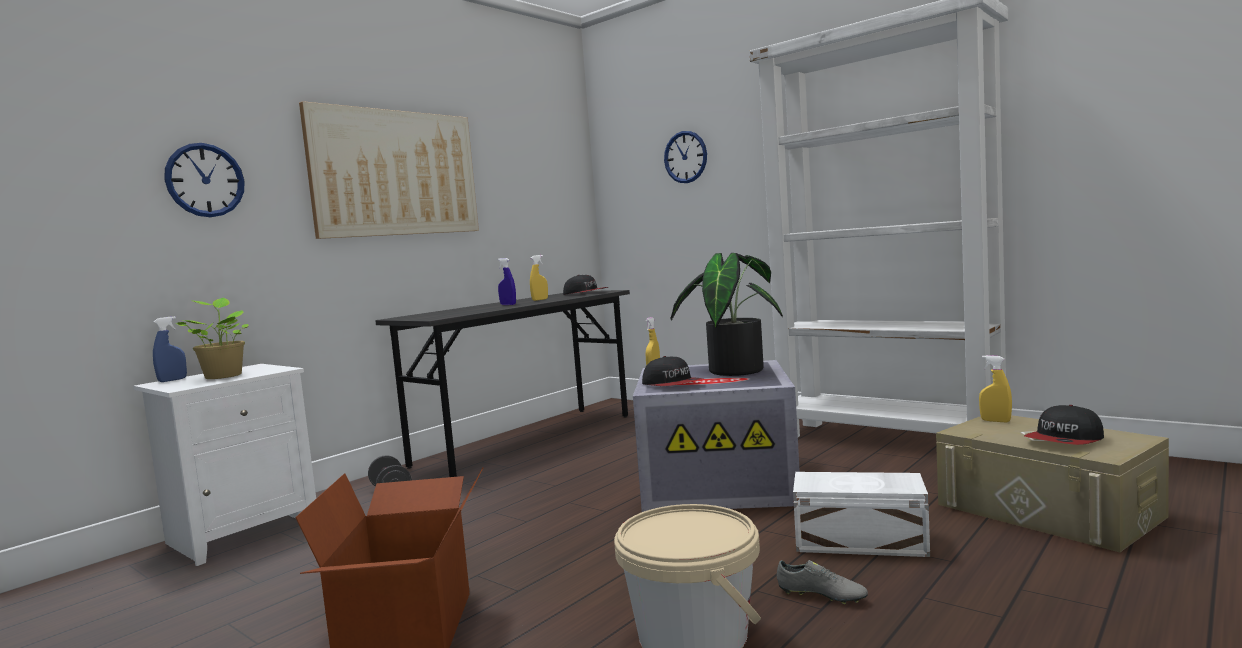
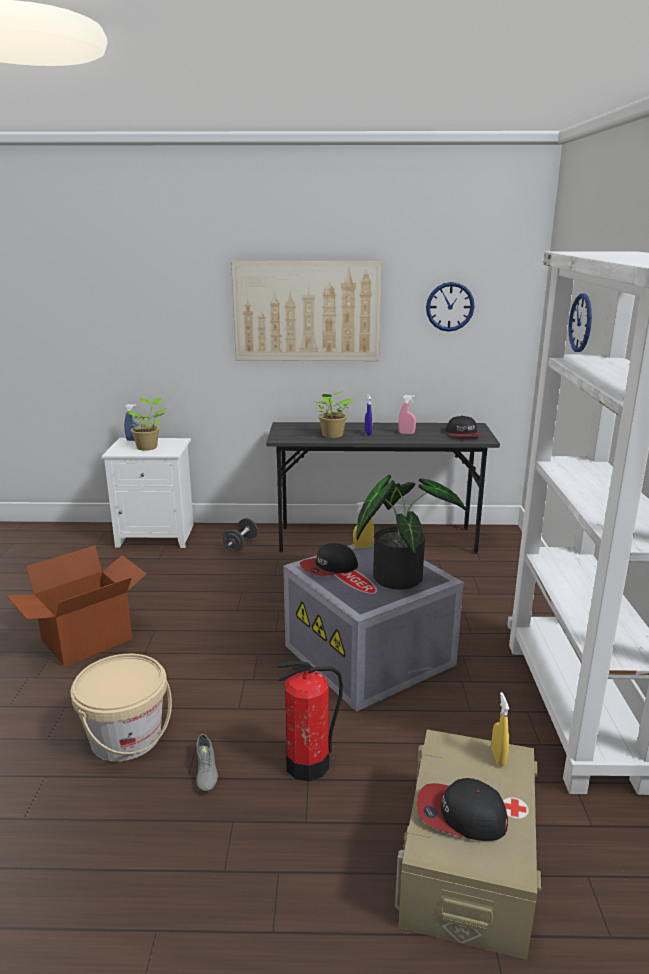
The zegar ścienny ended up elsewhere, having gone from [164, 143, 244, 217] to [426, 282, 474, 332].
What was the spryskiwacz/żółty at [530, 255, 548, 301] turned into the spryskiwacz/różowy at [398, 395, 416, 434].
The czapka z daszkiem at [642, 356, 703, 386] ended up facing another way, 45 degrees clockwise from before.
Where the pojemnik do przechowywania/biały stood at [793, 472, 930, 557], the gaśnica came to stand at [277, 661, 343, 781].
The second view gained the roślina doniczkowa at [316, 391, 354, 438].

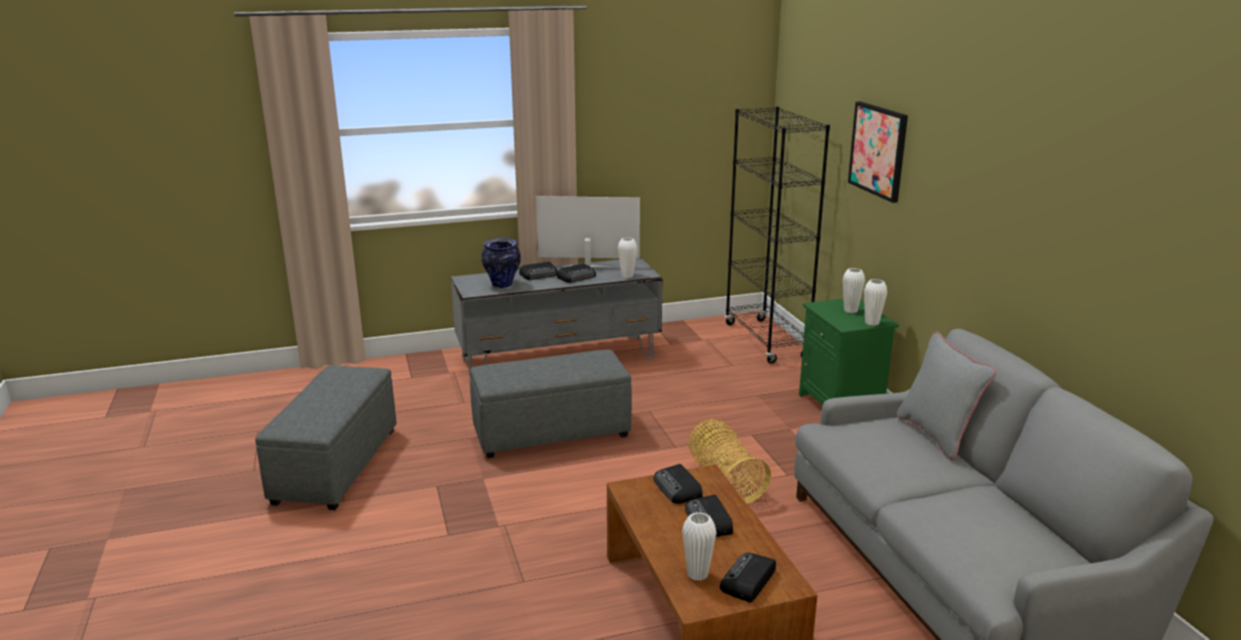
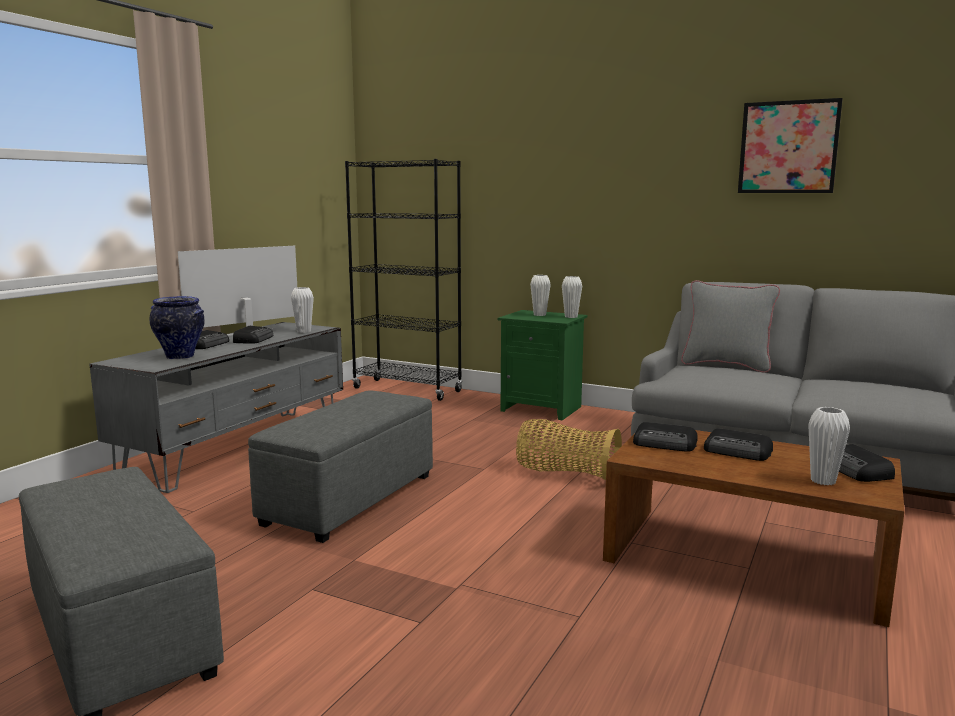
The obraz ended up elsewhere, having gone from [848, 101, 908, 203] to [738, 98, 843, 193].

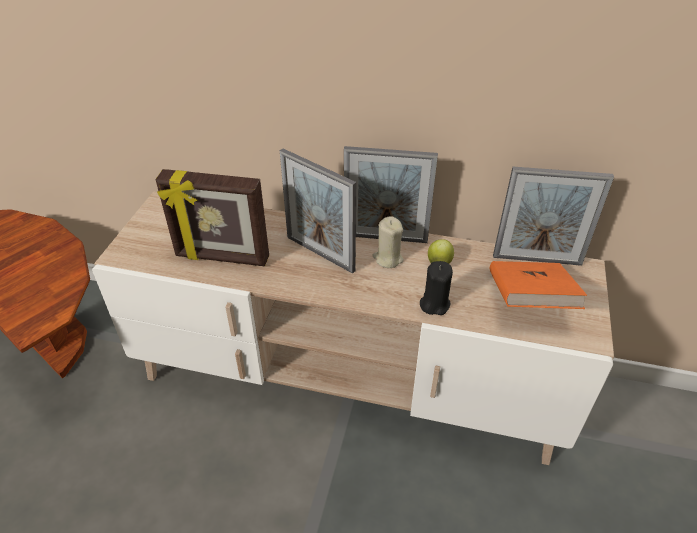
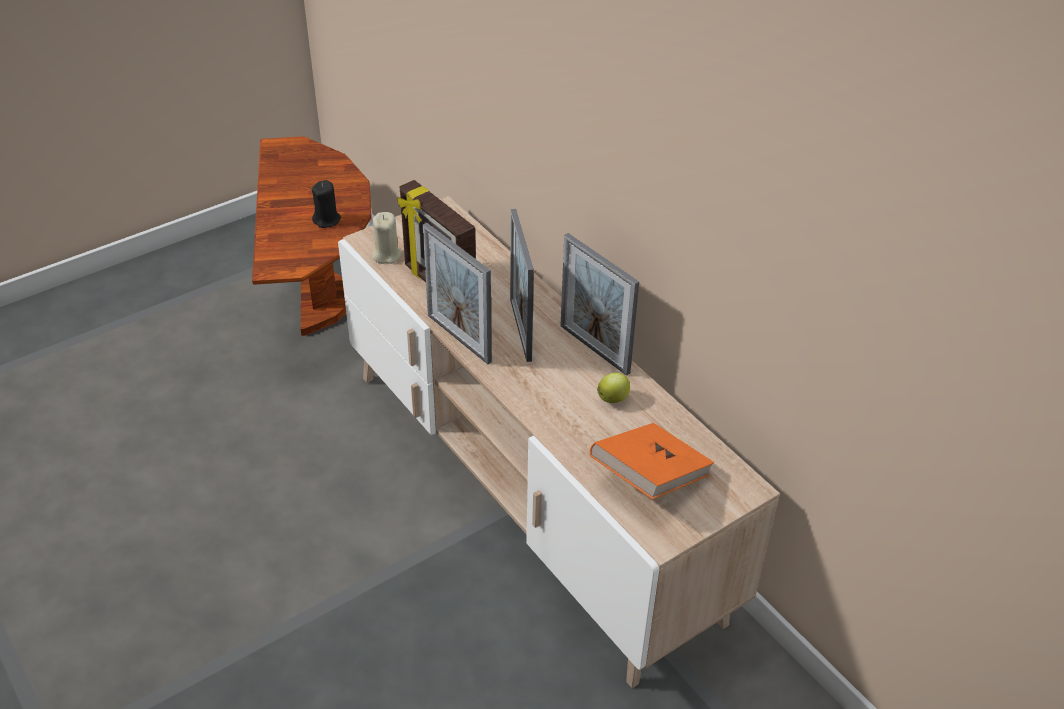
The świeca/beżowy ended up elsewhere, having gone from [373, 216, 404, 268] to [372, 212, 401, 264].
The świeca/czarny ended up elsewhere, having gone from [420, 261, 453, 315] to [312, 180, 341, 228].
The ramka na zdjęcie ended up elsewhere, having gone from [493, 167, 614, 266] to [423, 223, 492, 364].

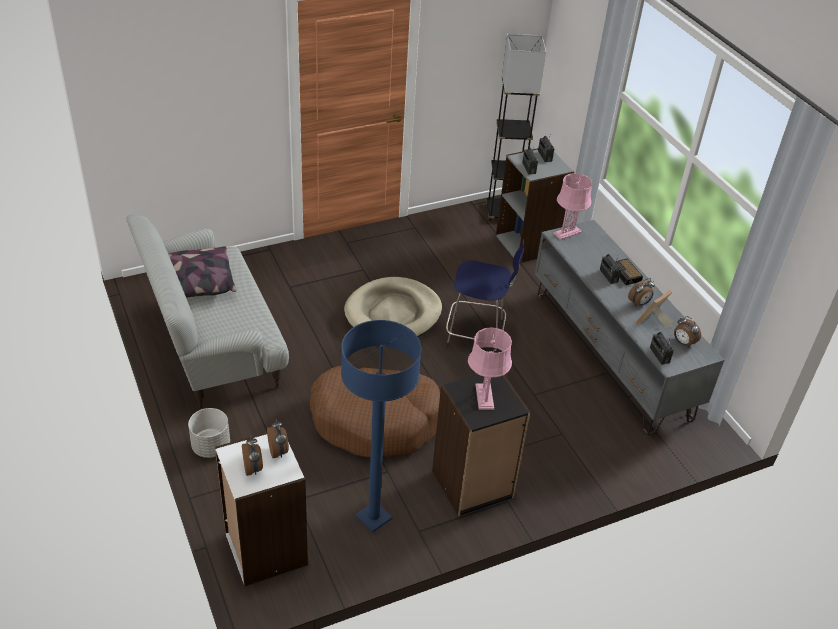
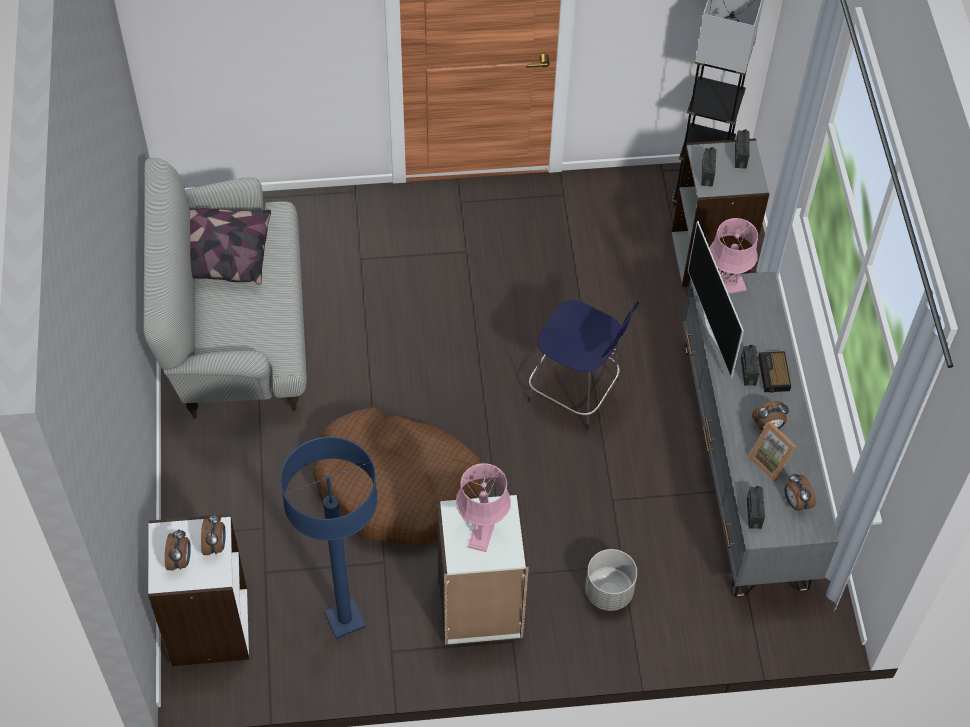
The donica/szary ended up elsewhere, having gone from [188, 408, 230, 458] to [585, 549, 637, 611].
The second view lost the legowisko/beżowy at [344, 277, 442, 337].
What was the regał/czarny at [432, 375, 530, 516] turned into the regał/biały at [437, 494, 529, 645].
The ramka na zdjęcie at [637, 290, 673, 328] ended up facing another way, 105 degrees counterclockwise from before.
The second view gained the telewizor at [688, 221, 744, 378].

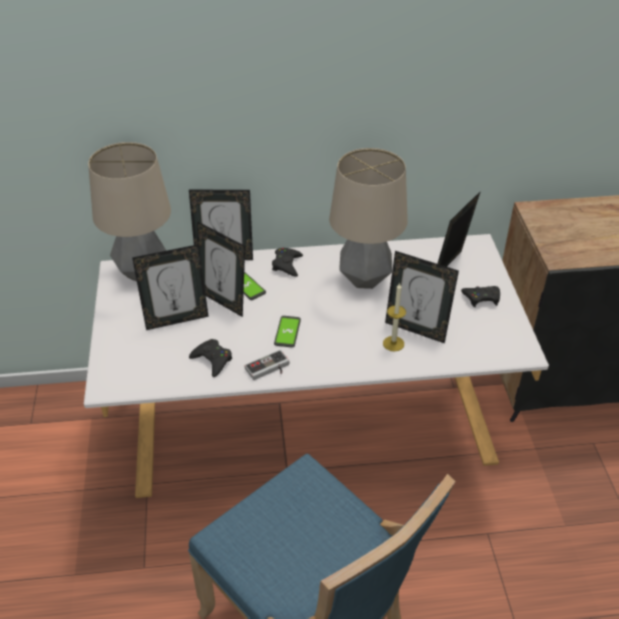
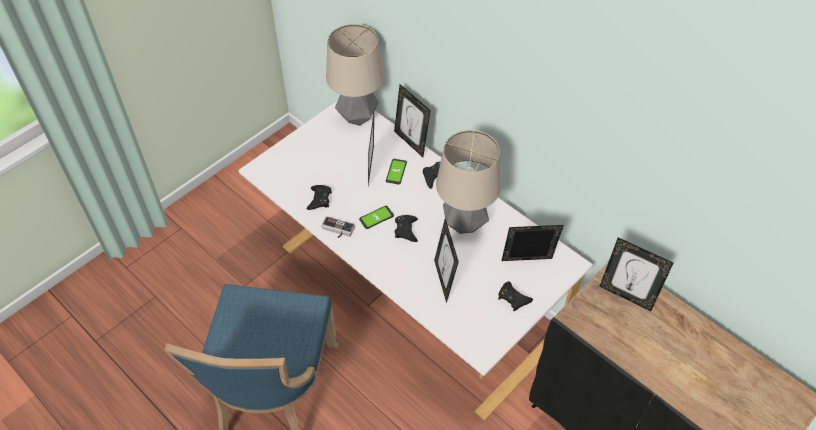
The ramka na zdjęcie ended up elsewhere, having gone from [132, 244, 209, 330] to [599, 237, 673, 311].
The second view lost the świeca at [383, 282, 406, 352].
The second view gained the pad do gier/czarny at [395, 215, 418, 242].

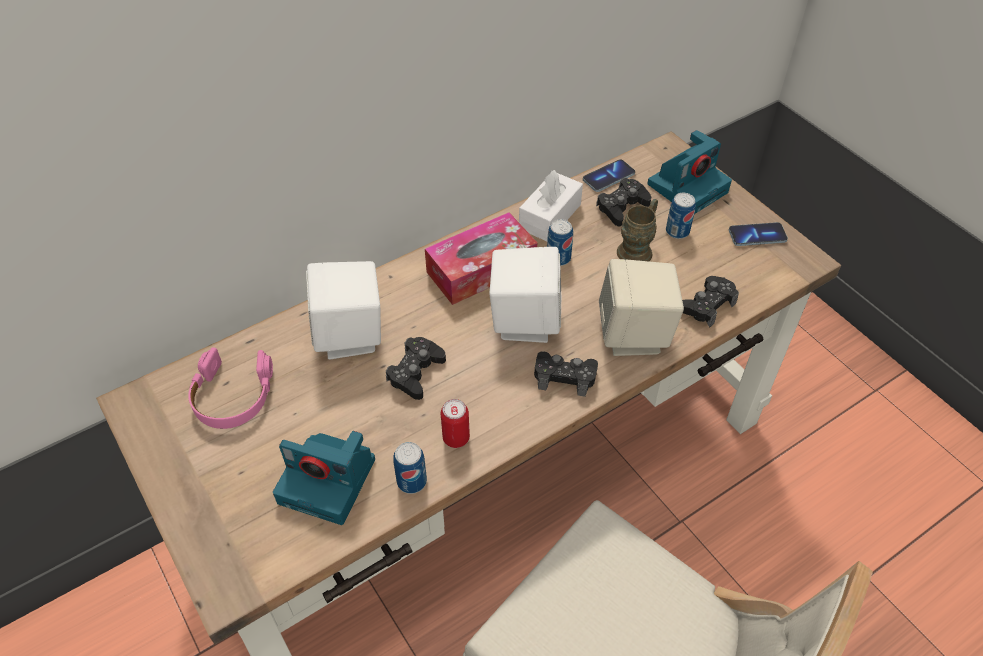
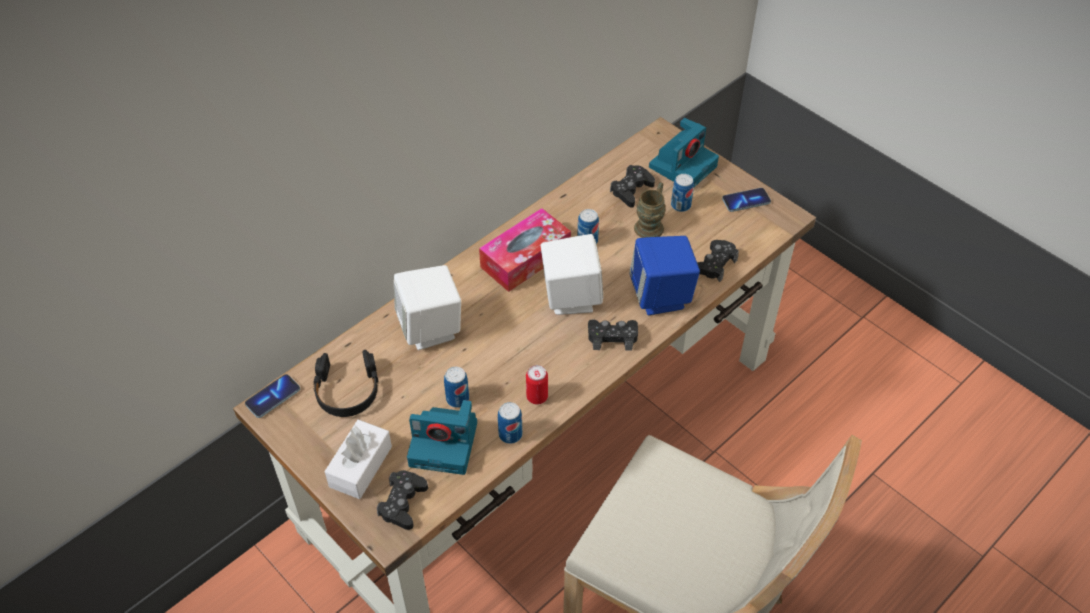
What was the słuchawki/różowy at [188, 347, 273, 429] turned into the słuchawki/czarny at [313, 350, 379, 417].
The pad do gier/czarny ended up elsewhere, having gone from [386, 337, 446, 400] to [377, 470, 428, 530].
The pudełko chusteczek/biały ended up elsewhere, having gone from [519, 170, 583, 241] to [324, 419, 392, 499].
The telefon ended up elsewhere, having gone from [583, 159, 635, 192] to [245, 374, 300, 418].
What was the głośnik/beżowy at [599, 259, 684, 356] turned into the głośnik/niebieski at [629, 236, 700, 315].
The second view gained the puszka at [444, 367, 469, 408].

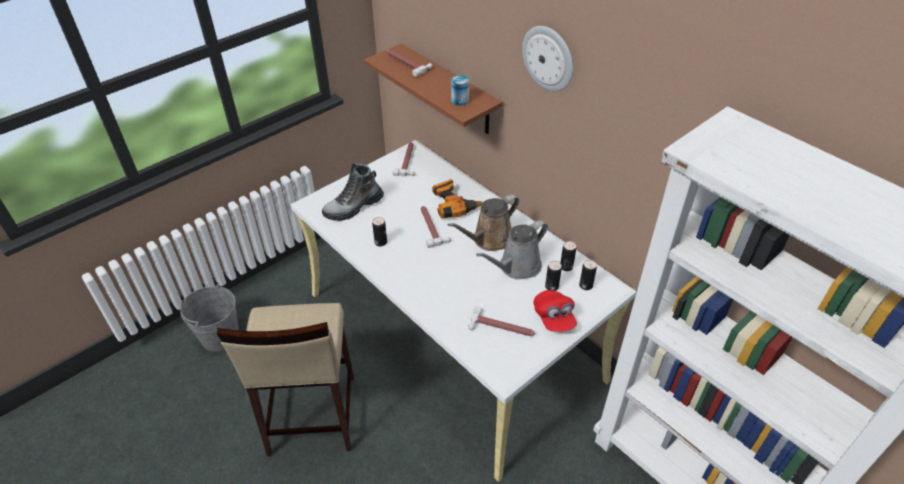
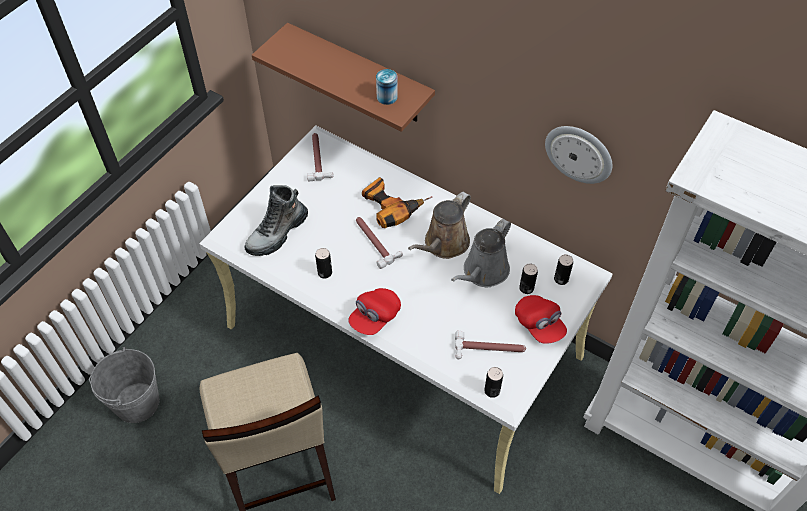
The second view lost the młotek at [387, 49, 433, 77].
The zegar ścienny ended up elsewhere, having gone from [522, 26, 573, 92] to [545, 126, 612, 184].
The puszka ended up elsewhere, having gone from [560, 241, 576, 271] to [484, 367, 503, 398].
The second view gained the czapka z daszkiem/czerwony at [348, 288, 401, 335].

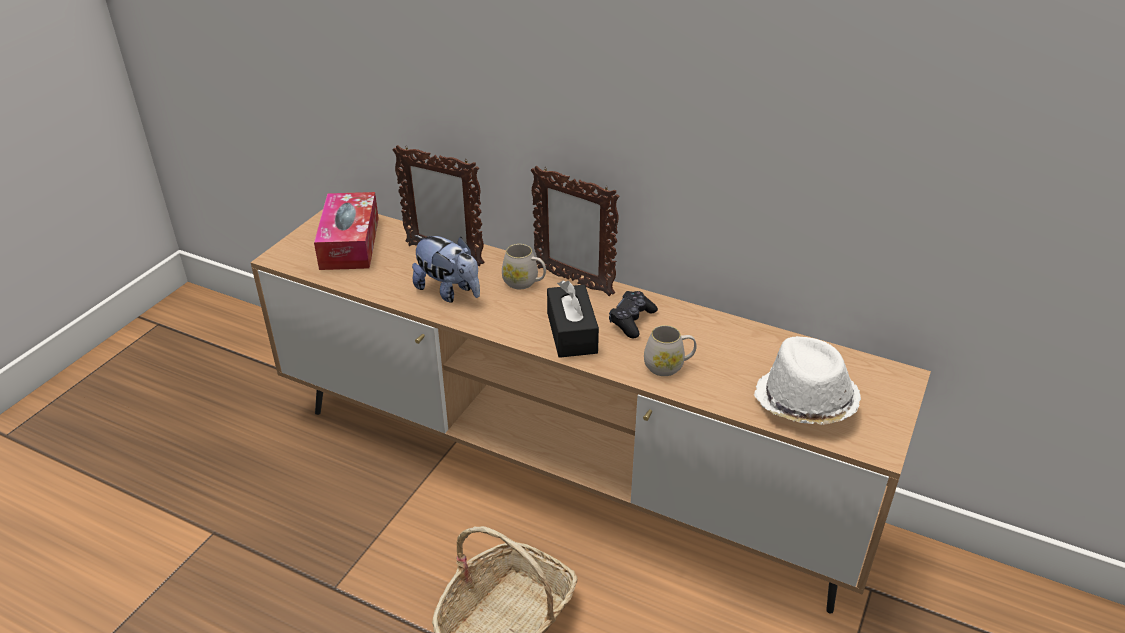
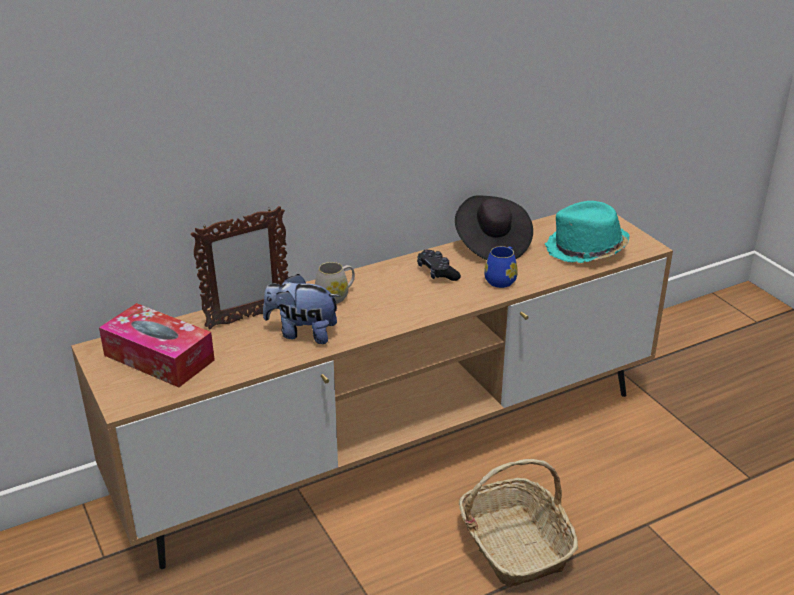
The pluszak at [412, 235, 480, 302] ended up facing another way, 150 degrees counterclockwise from before.
The second view lost the ramka na zdjęcie at [531, 166, 620, 296].
The second view lost the pudełko chusteczek/czarny at [547, 281, 599, 358].
What was the kubek/biały at [644, 325, 697, 376] turned into the kubek/niebieski at [484, 246, 518, 288].
What was the kapelusz/biały at [754, 336, 861, 425] turned into the kapelusz/turkusowy at [545, 201, 629, 263].
The second view gained the kapelusz/czarny at [455, 195, 533, 260].

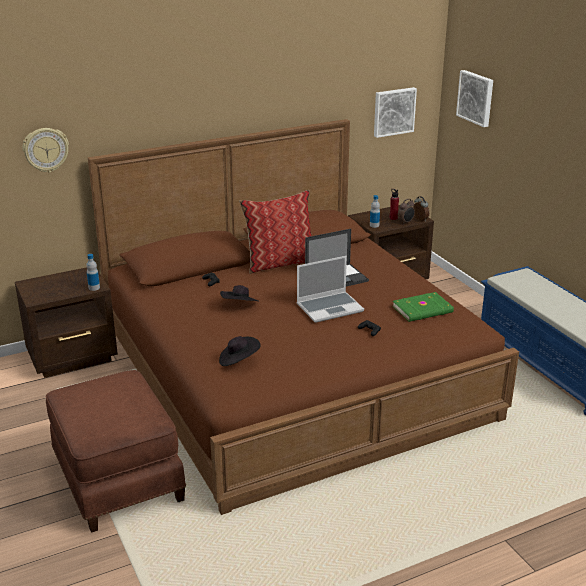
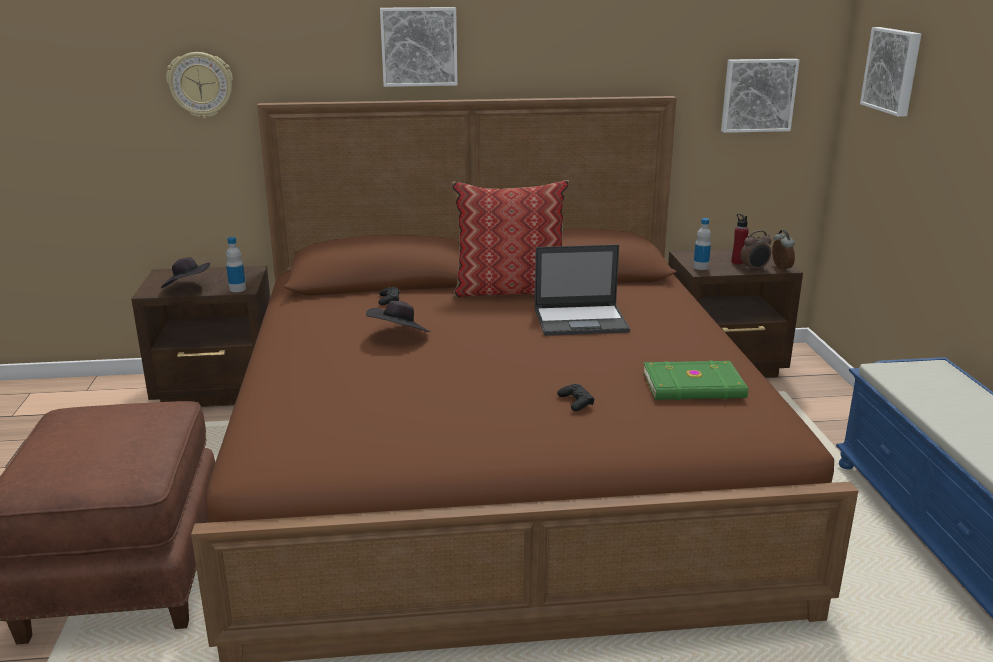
The kapelusz/czarny ended up elsewhere, having gone from [219, 336, 261, 366] to [161, 257, 210, 288].
The second view lost the laptop at [297, 256, 364, 323].
The second view gained the obraz at [380, 7, 458, 87].

